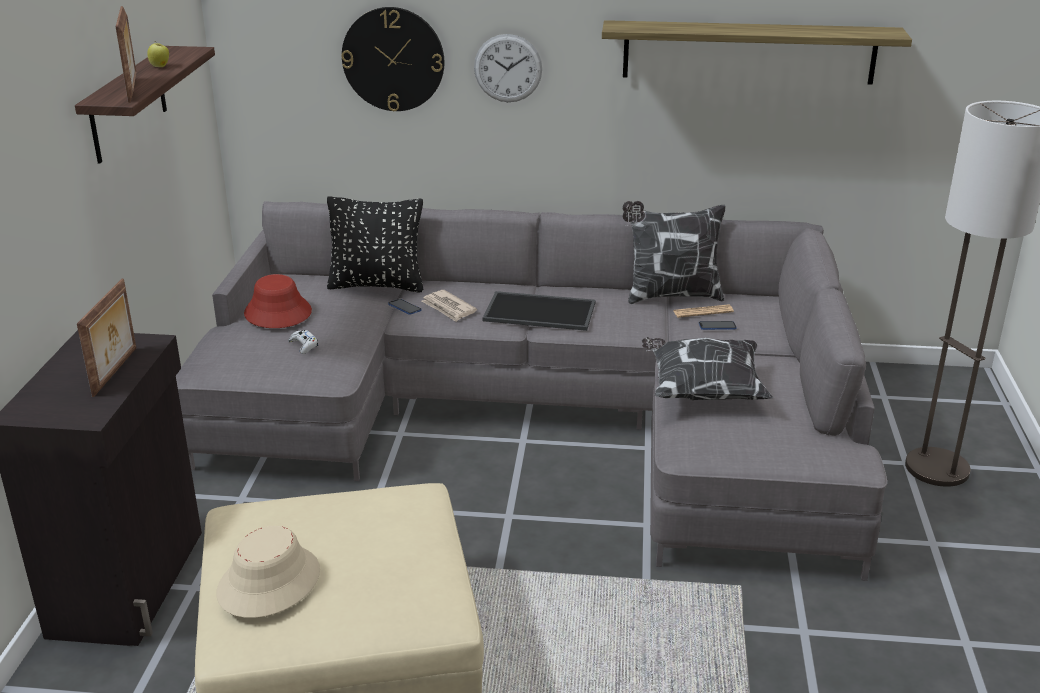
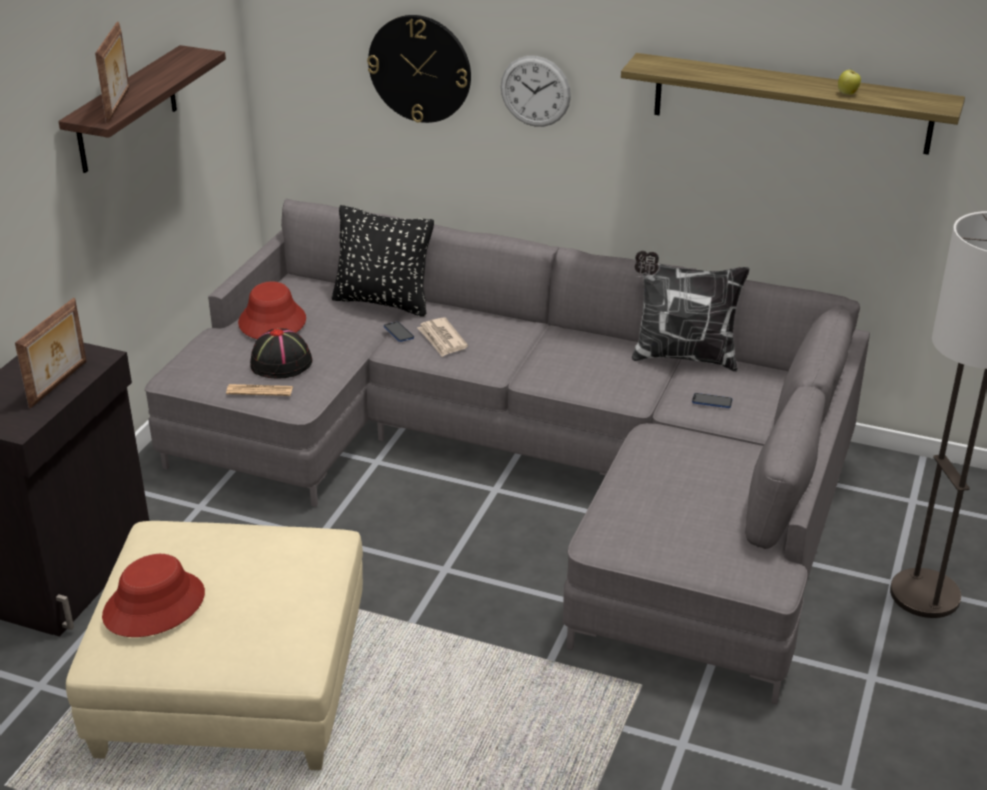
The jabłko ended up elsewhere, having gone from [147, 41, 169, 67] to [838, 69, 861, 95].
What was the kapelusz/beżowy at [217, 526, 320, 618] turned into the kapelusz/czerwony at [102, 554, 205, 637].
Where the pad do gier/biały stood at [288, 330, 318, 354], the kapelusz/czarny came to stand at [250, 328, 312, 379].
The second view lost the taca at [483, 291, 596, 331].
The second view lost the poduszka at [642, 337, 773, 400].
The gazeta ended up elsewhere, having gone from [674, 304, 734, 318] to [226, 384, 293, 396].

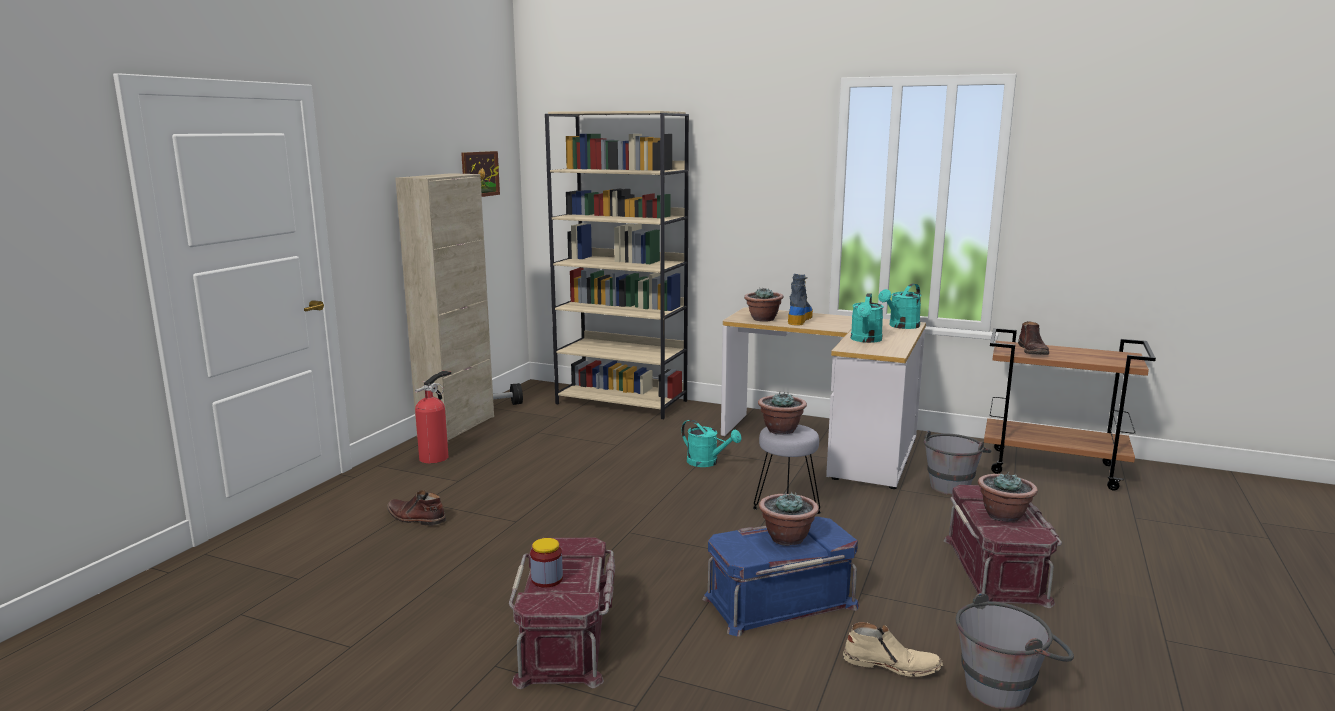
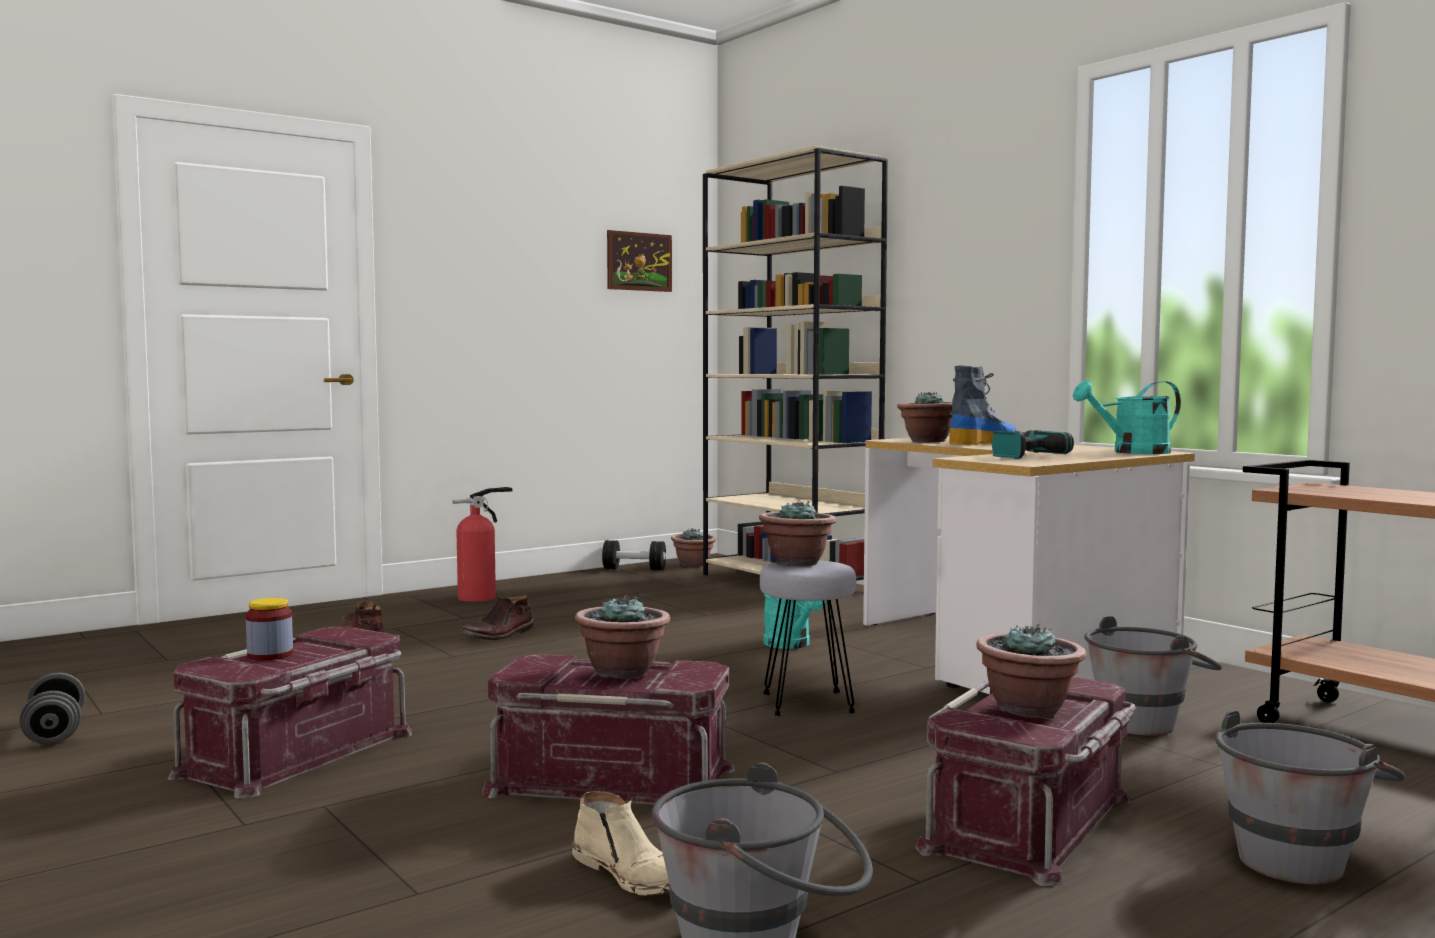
The second view lost the szafka/beżowy at [395, 173, 494, 442].
What was the pojemnik do przechowywania/niebieski at [702, 516, 860, 637] turned into the pojemnik do przechowywania/czerwony at [482, 654, 735, 805].
Where the konewka/turkusowy stood at [851, 293, 884, 343], the wiertarka came to stand at [992, 430, 1074, 459].
The but z cholewką/brązowy ended up elsewhere, having gone from [1018, 321, 1049, 355] to [459, 595, 534, 640].
The second view gained the hantel/szary at [19, 673, 85, 744].
The second view gained the roślina doniczkowa at [671, 528, 716, 567].
The second view gained the wiadro/szary at [1215, 710, 1406, 885].

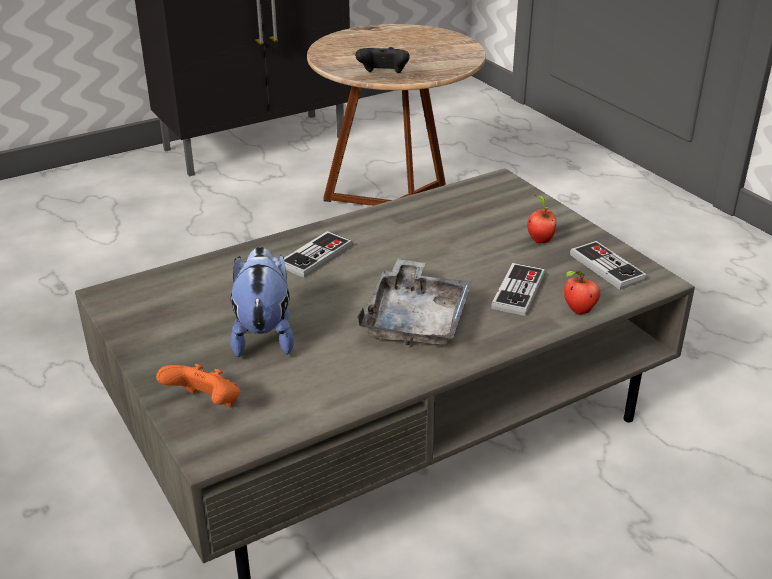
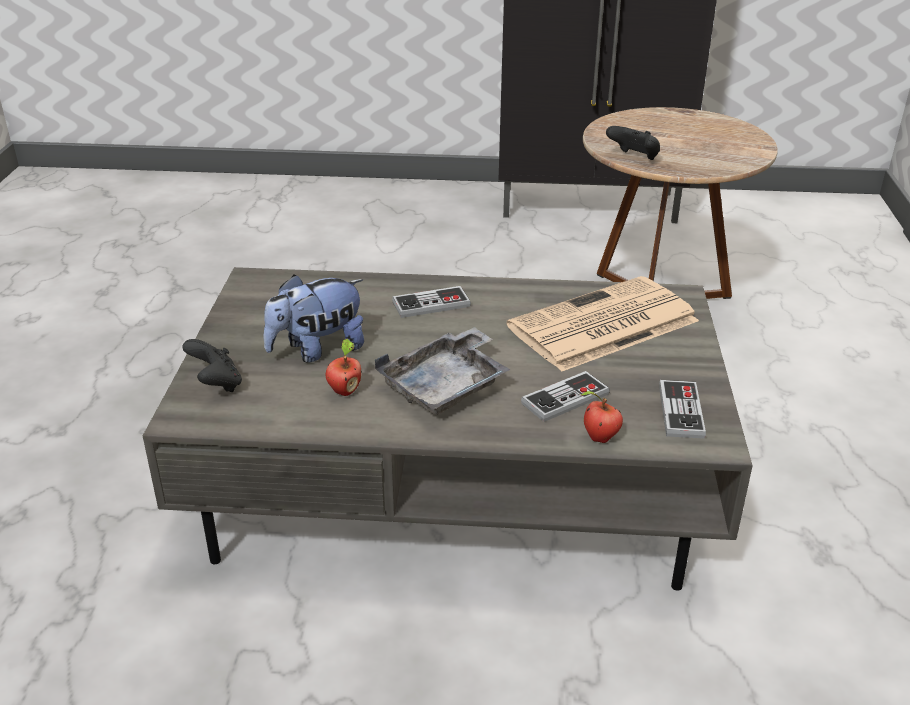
What was the pad do gier/pomarańczowy at [156, 364, 240, 406] turned into the pad do gier/czarny at [182, 339, 242, 392].
The pluszak at [230, 247, 294, 357] ended up facing another way, 150 degrees counterclockwise from before.
The jabłko ended up elsewhere, having gone from [527, 195, 556, 243] to [326, 339, 362, 396].
The second view gained the gazeta at [506, 276, 699, 372].

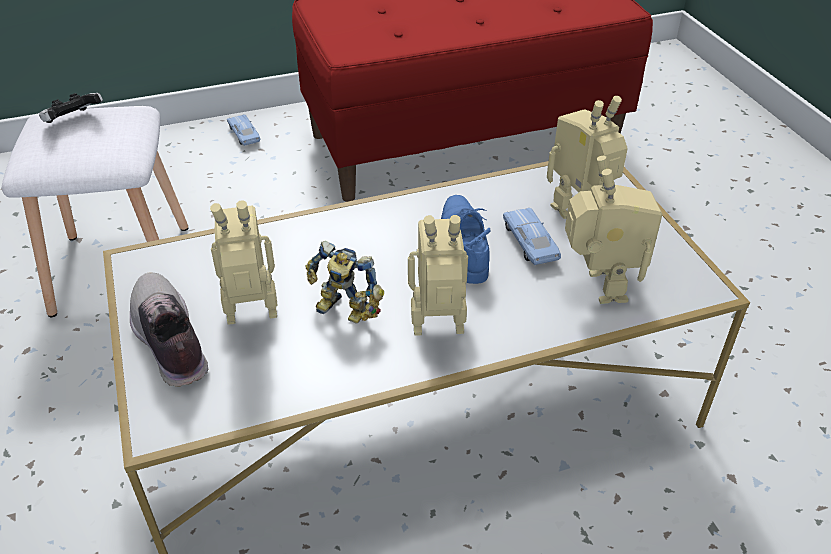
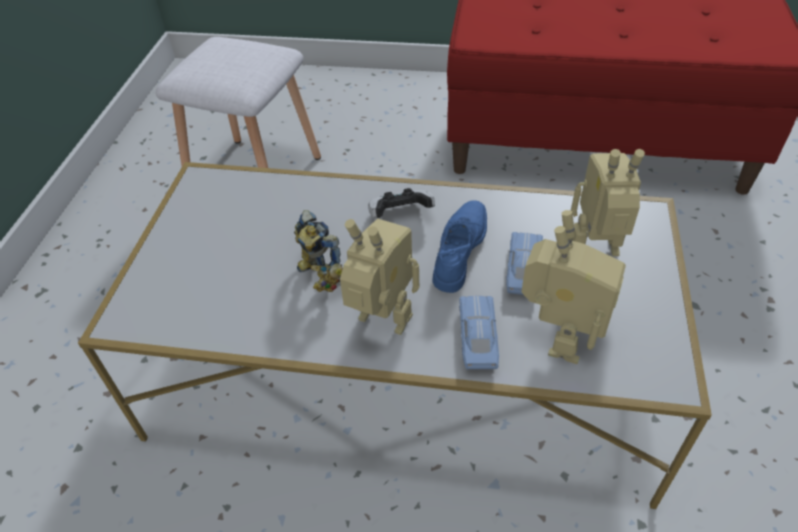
The pad do gier ended up elsewhere, having gone from [39, 93, 103, 123] to [368, 188, 435, 218].
The second view lost the but at [130, 272, 208, 387].
The second view lost the robot zabawkowy at [210, 200, 278, 325].
The samochodzik/niebieski ended up elsewhere, having gone from [227, 114, 260, 146] to [459, 295, 499, 369].

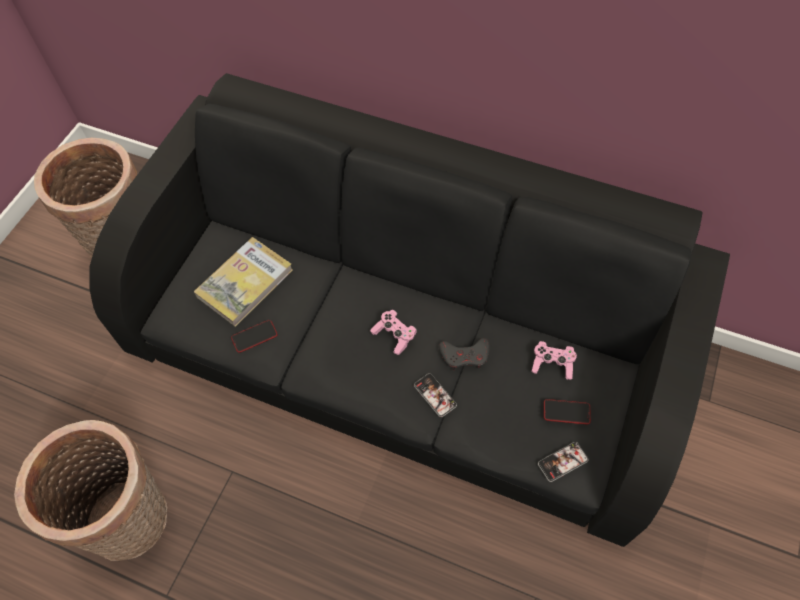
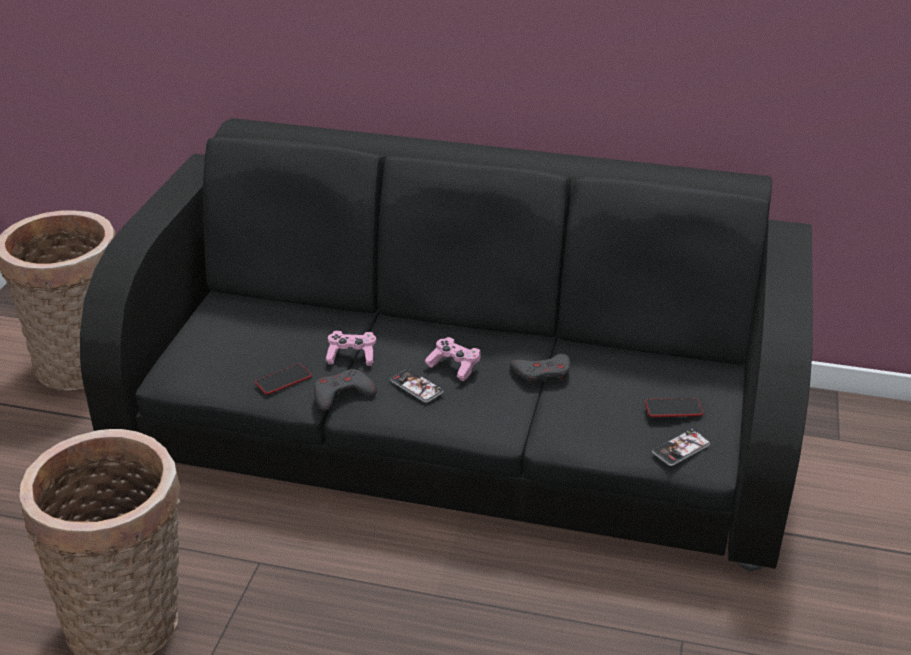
The second view lost the książka at [194, 237, 293, 327].
The telefon ended up elsewhere, having gone from [414, 373, 457, 417] to [390, 369, 444, 403].
The pad do gier/różowy ended up elsewhere, having gone from [531, 341, 577, 380] to [325, 331, 376, 366].
The second view gained the pad do gier/szary at [314, 369, 377, 411].

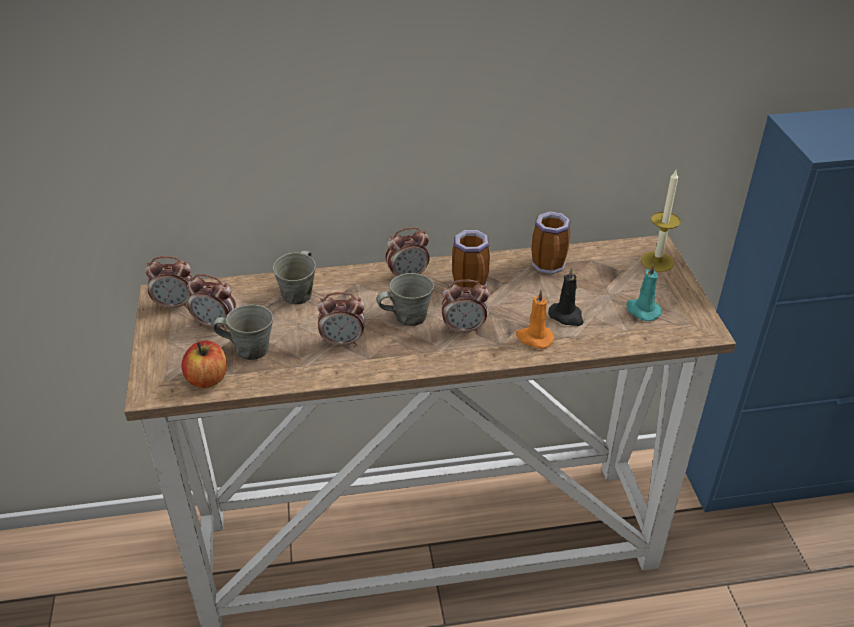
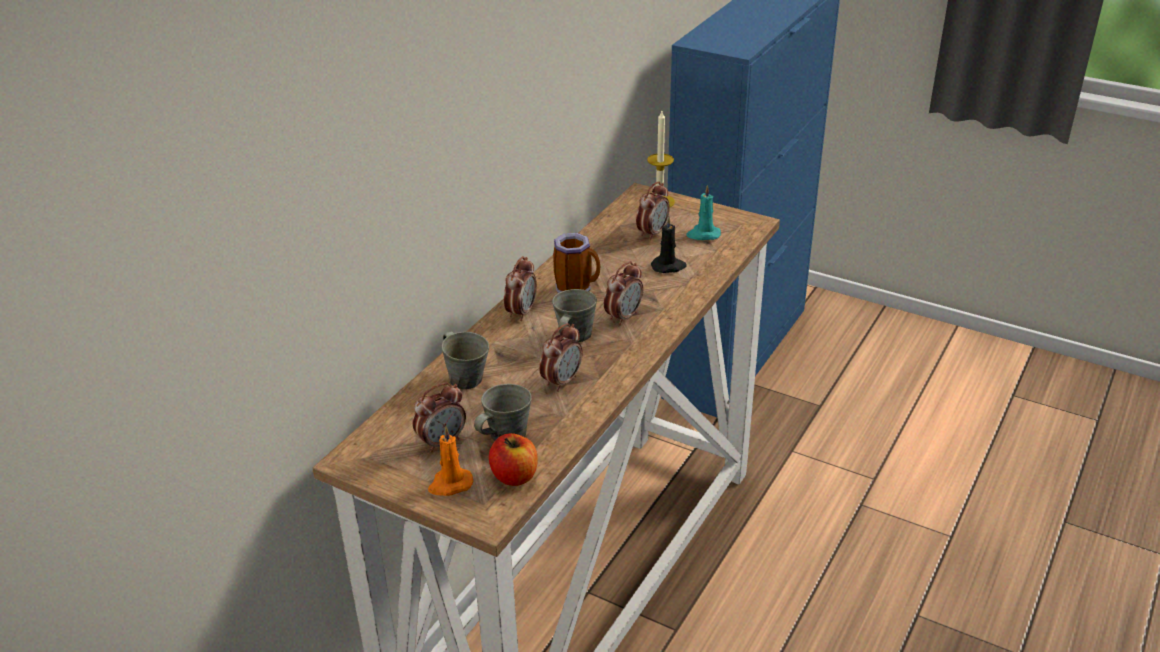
The budzik ended up elsewhere, having gone from [145, 256, 193, 310] to [636, 181, 670, 240].
The świeca/pomarańczowy ended up elsewhere, having gone from [516, 289, 554, 349] to [428, 426, 473, 496].
The second view lost the kubek at [531, 211, 571, 275].

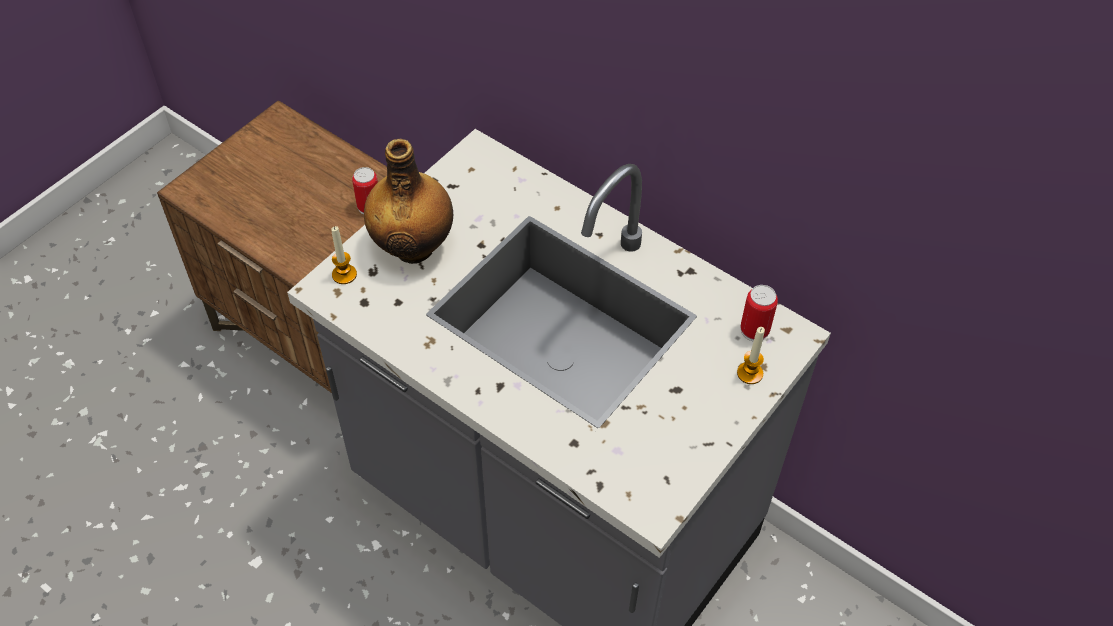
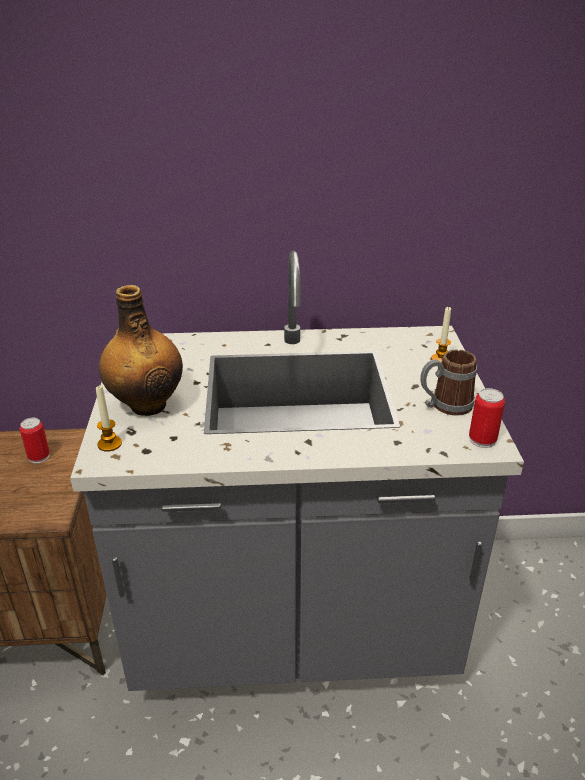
The puszka ended up elsewhere, having gone from [740, 285, 778, 342] to [469, 388, 505, 448].
The second view gained the kubek at [420, 349, 477, 416].

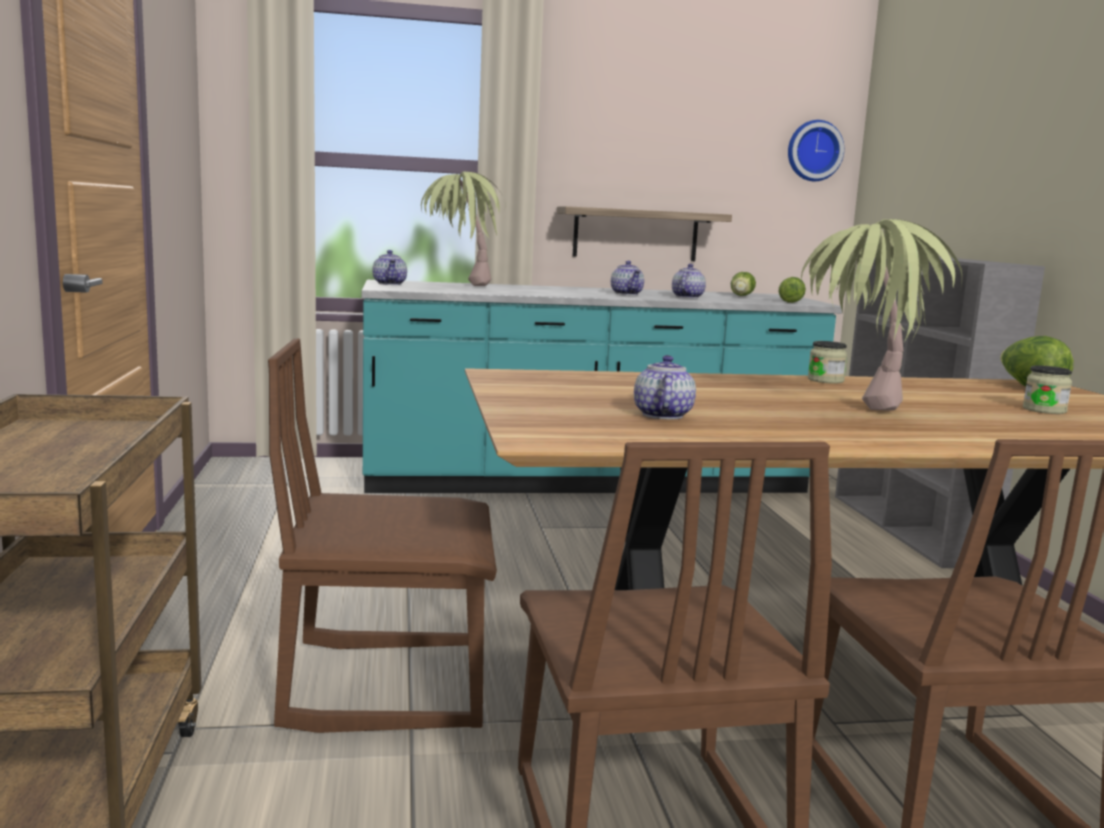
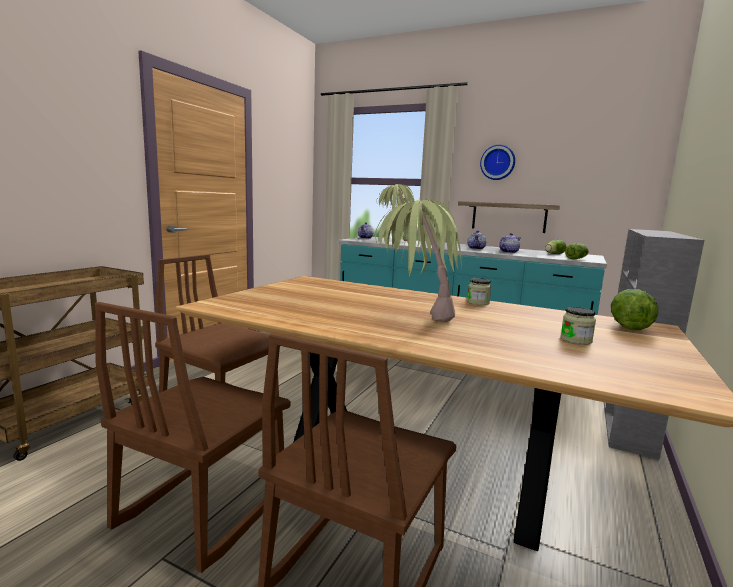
The second view lost the imbryk at [634, 355, 696, 419].
The zegar ścienny ended up elsewhere, having gone from [788, 120, 844, 181] to [480, 145, 515, 180].

